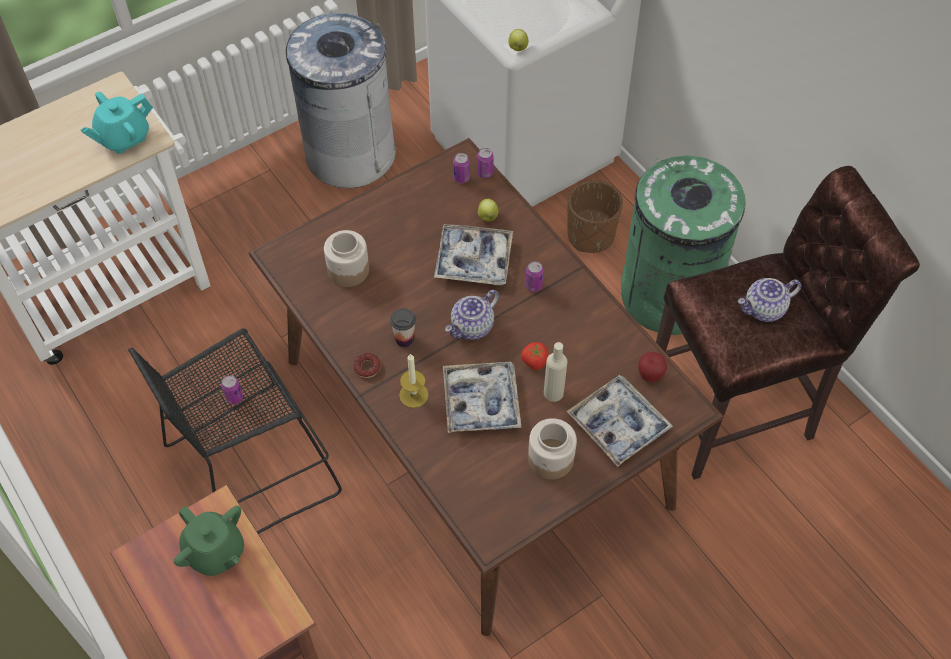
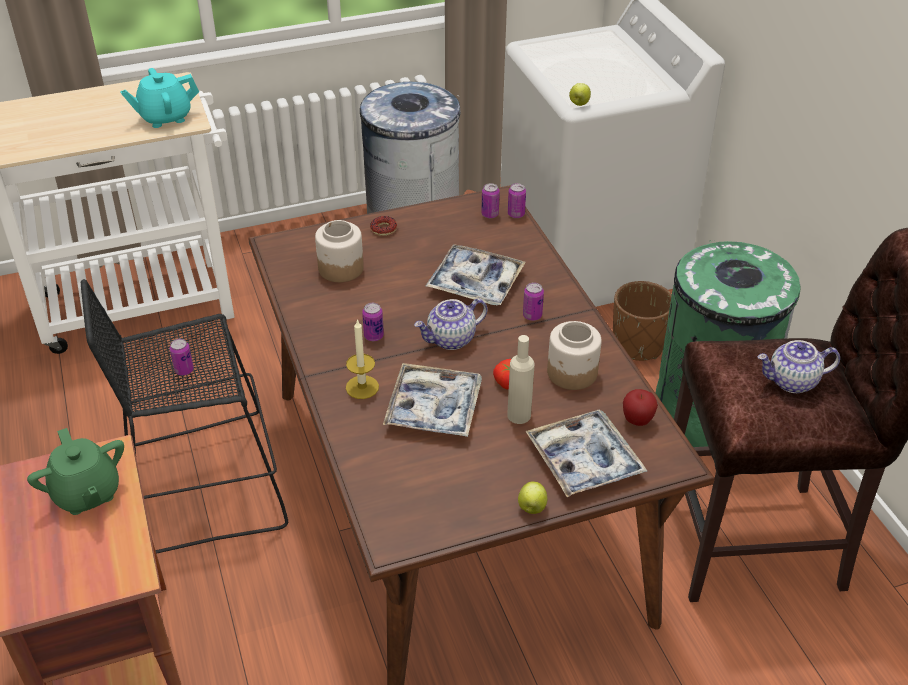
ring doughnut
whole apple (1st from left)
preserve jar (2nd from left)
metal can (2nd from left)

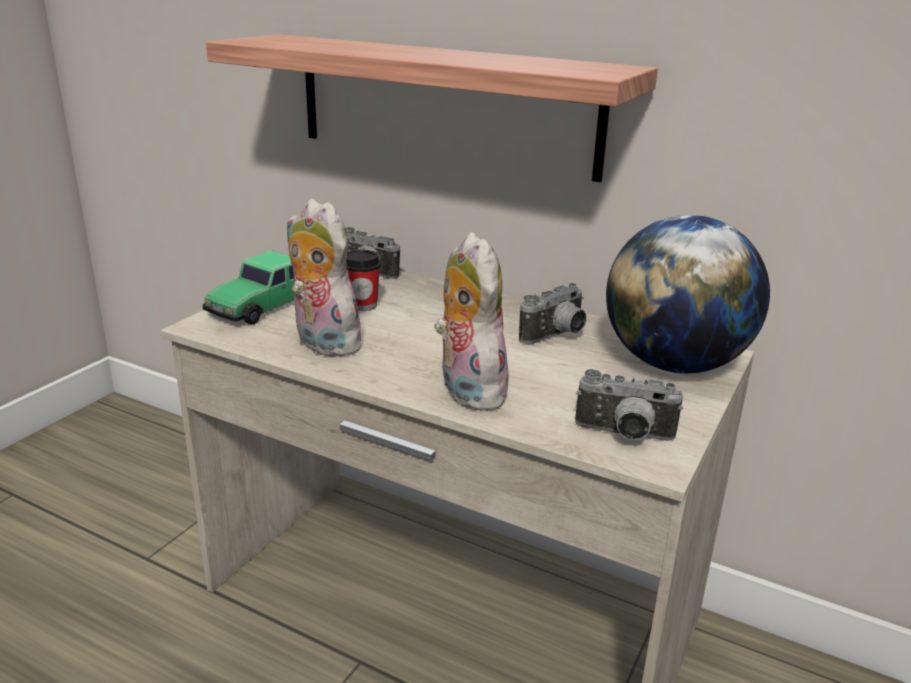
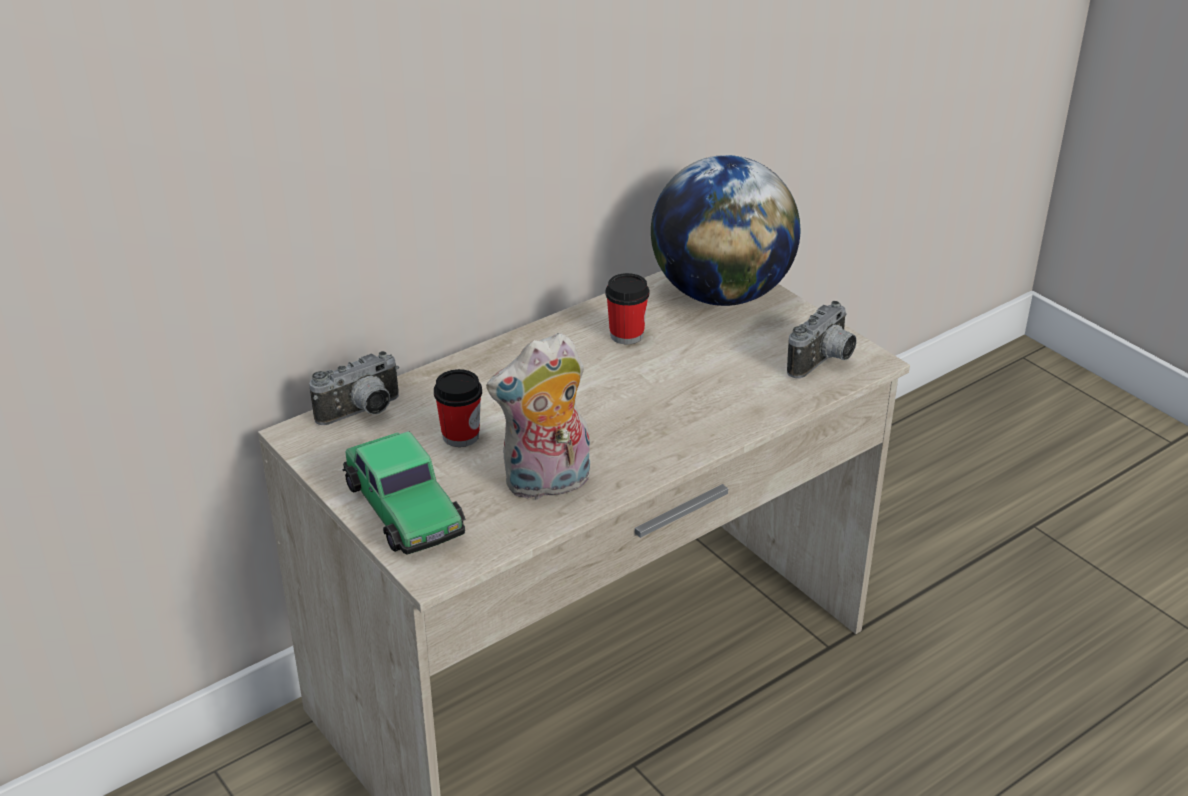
wall shelf
cuddly toy (2nd from left in the first image)
cup (2nd from left)

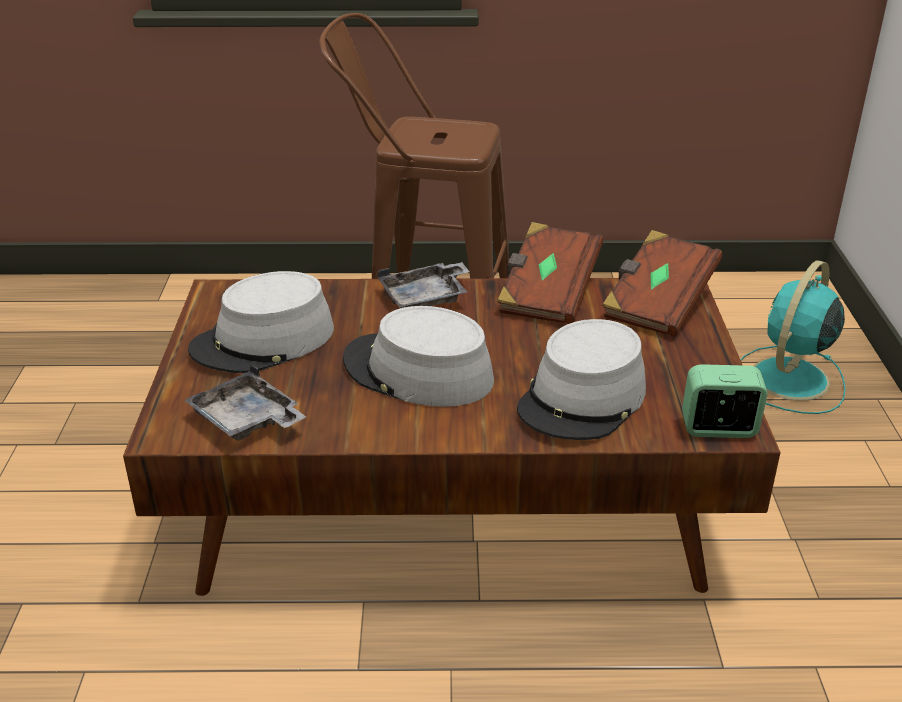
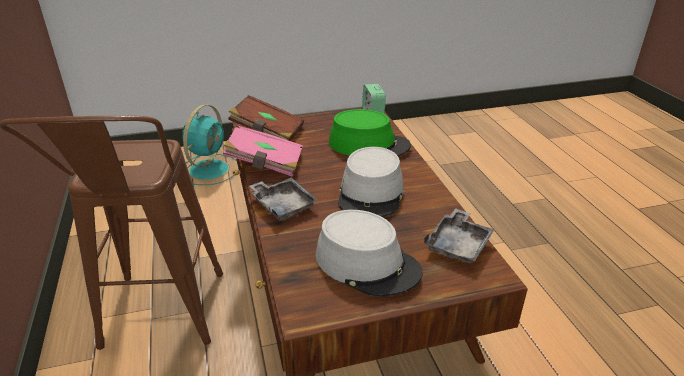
pink-coloured volume
greenish hat
blue-green electric fan

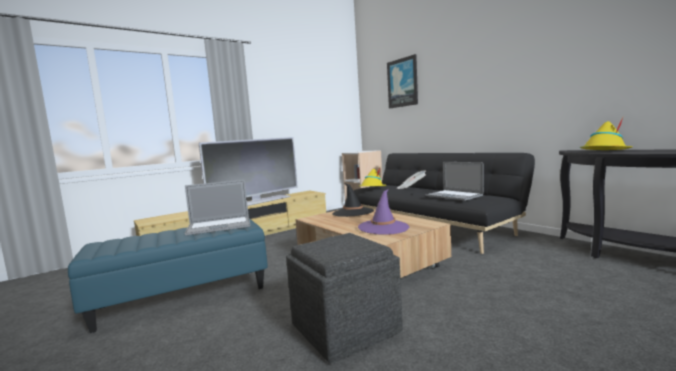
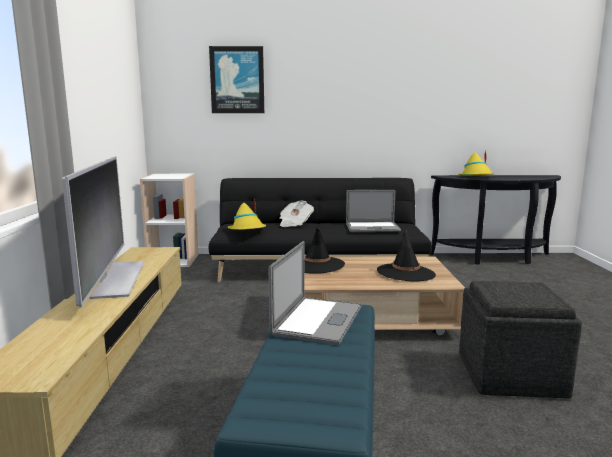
black hat (2nd from left)

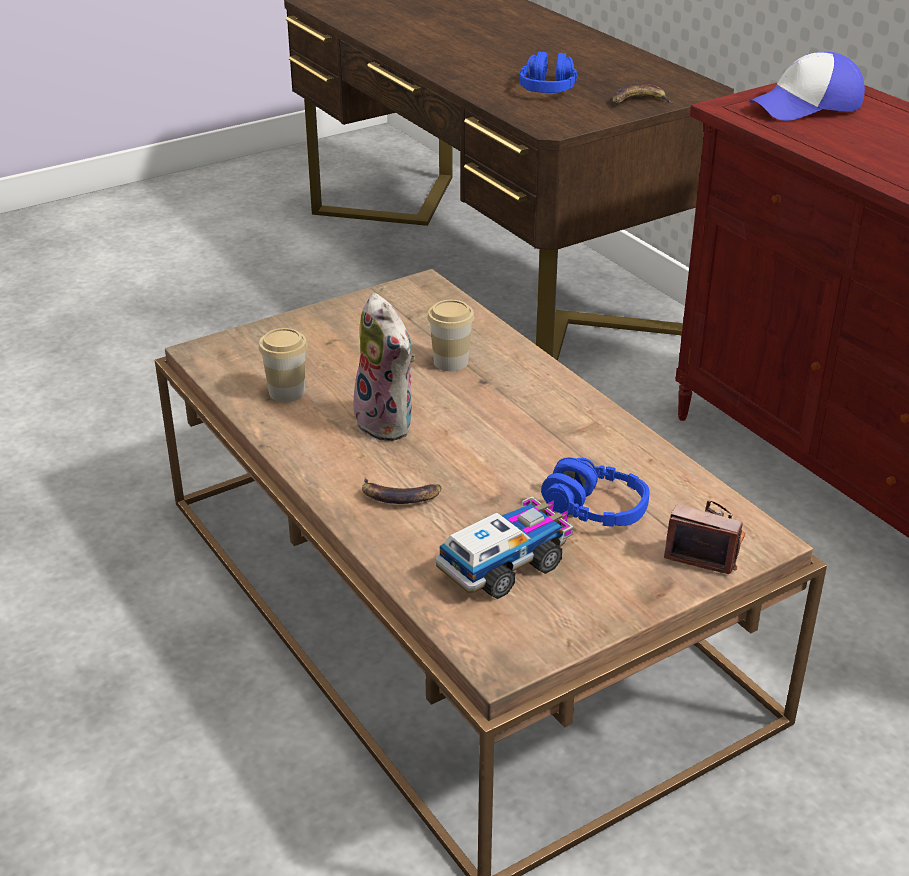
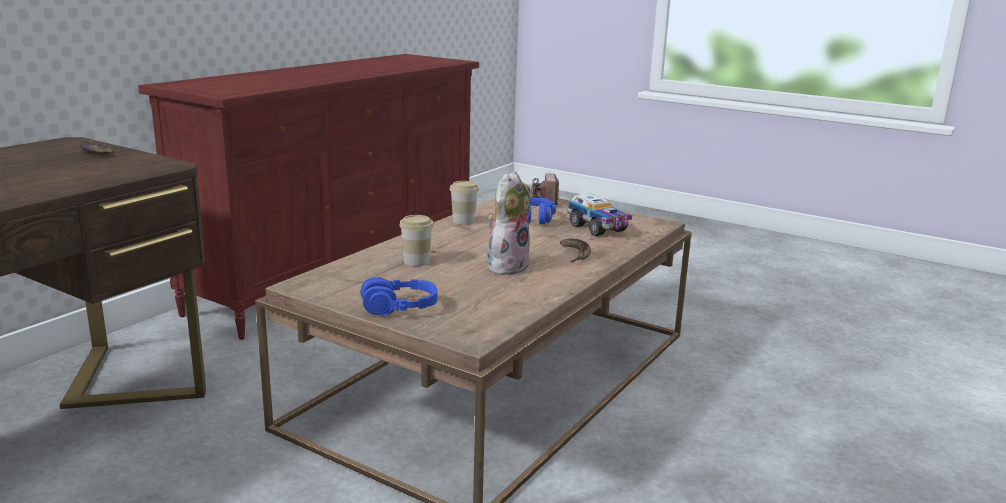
baseball cap
cup (2nd from left)
blue-coloured headset (1st from left)
toy lorry

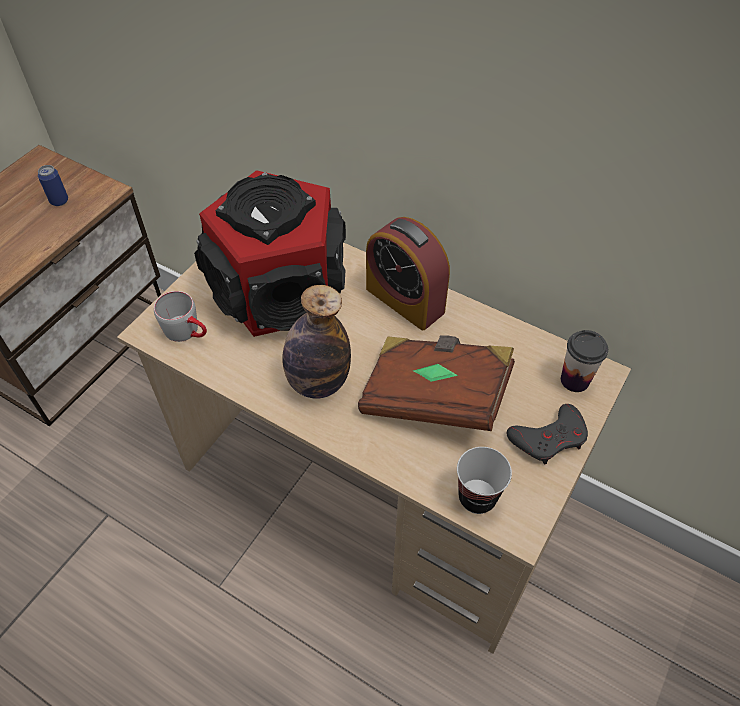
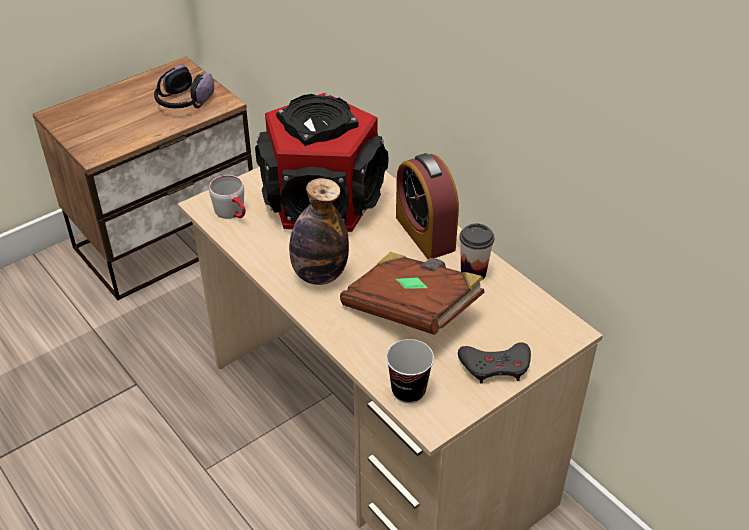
cup (2nd from left)
headset

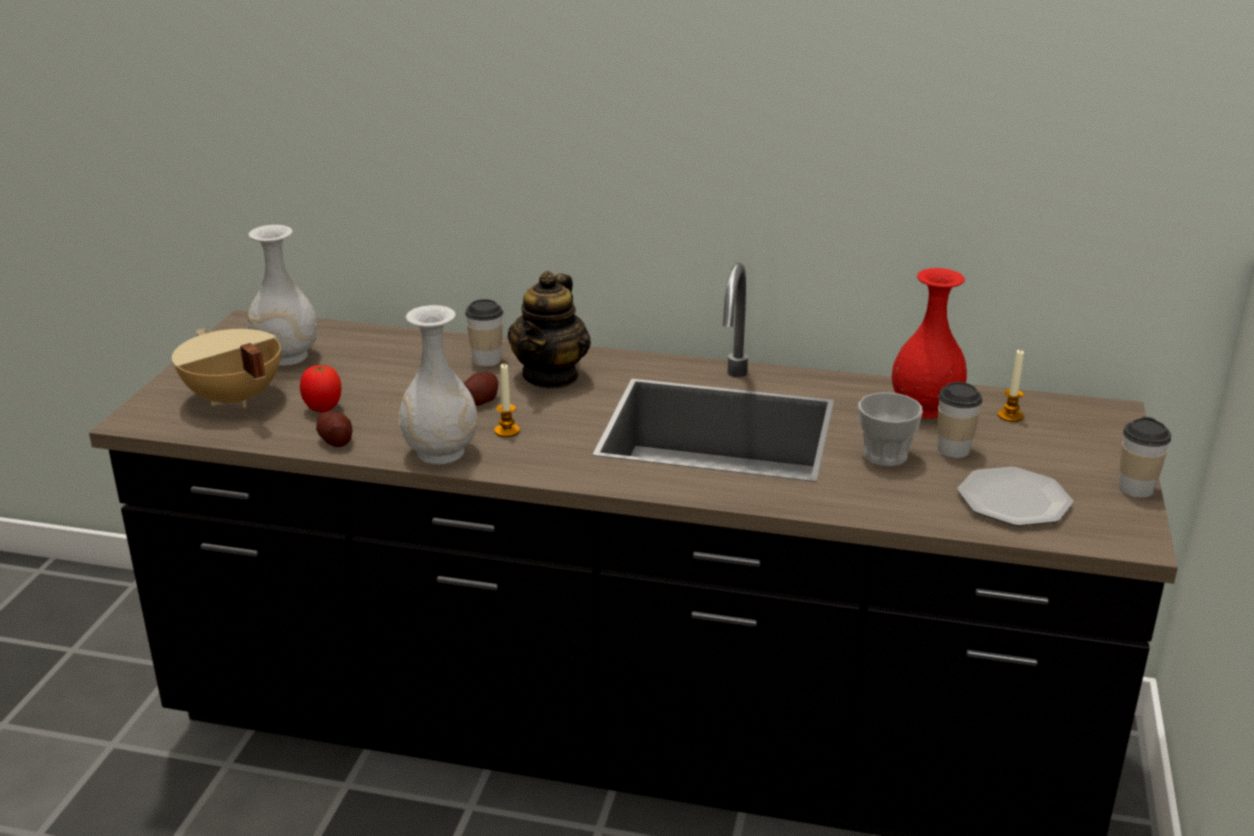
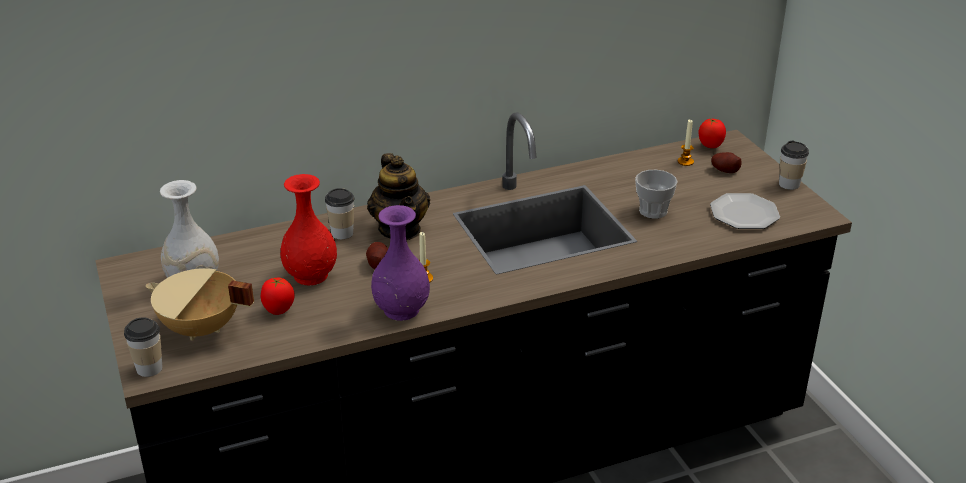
whole tomato (2nd from left)
spud (2nd from left)
red vase
cup (1st from left)
purple vase

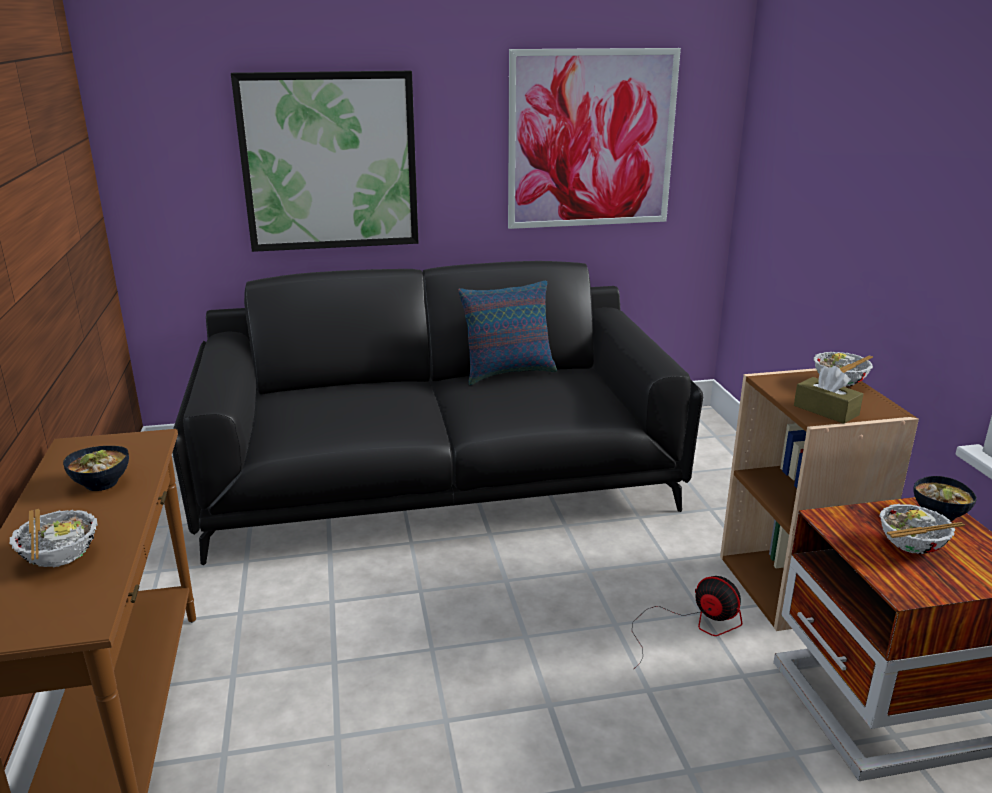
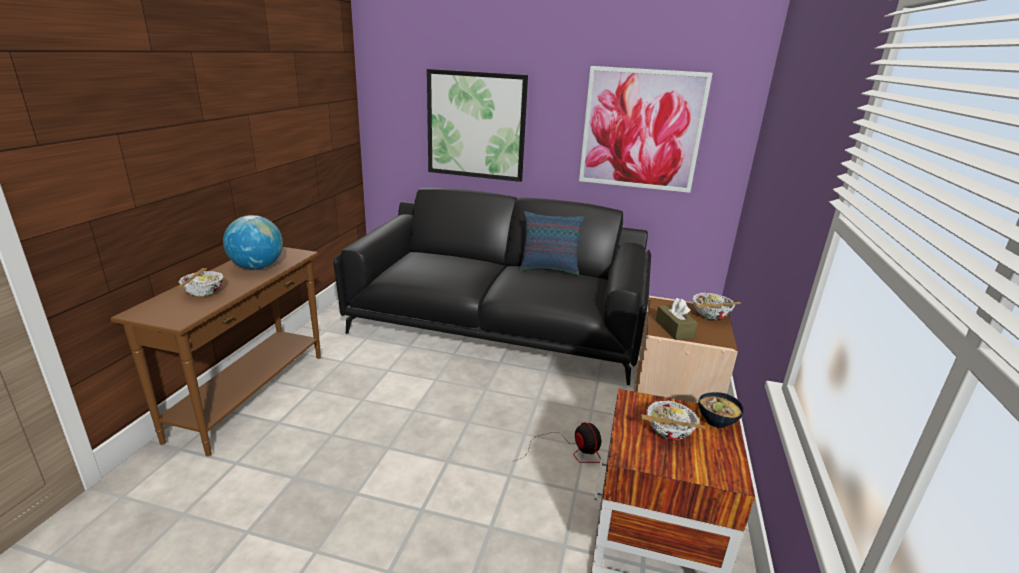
desk globe

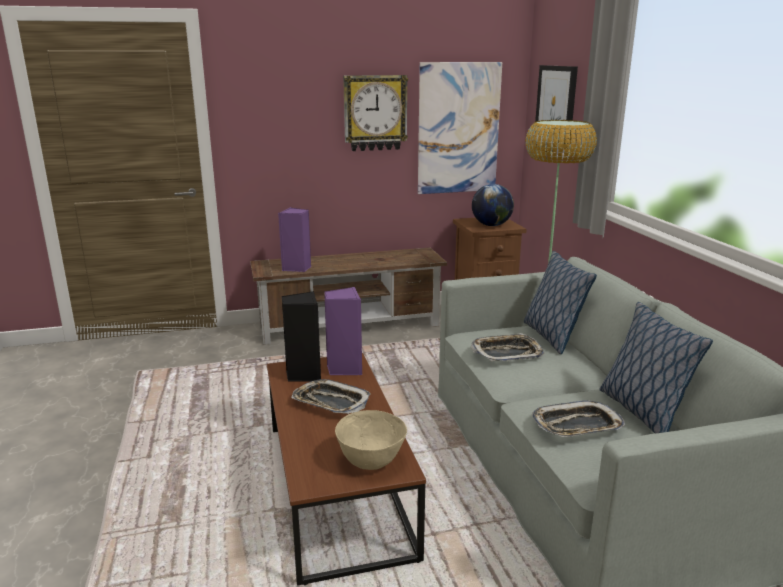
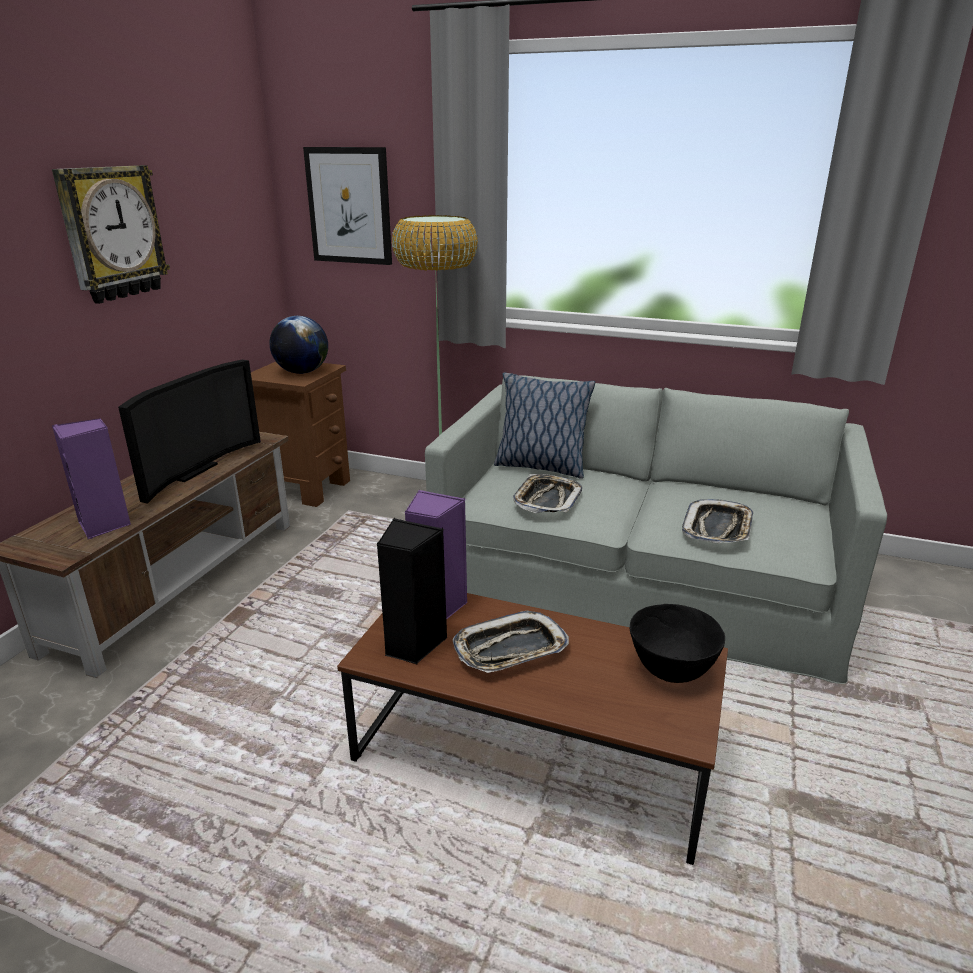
wall picture (1st from left in the first image)
cushion (2nd from left in the first image)
TV set
black bowl

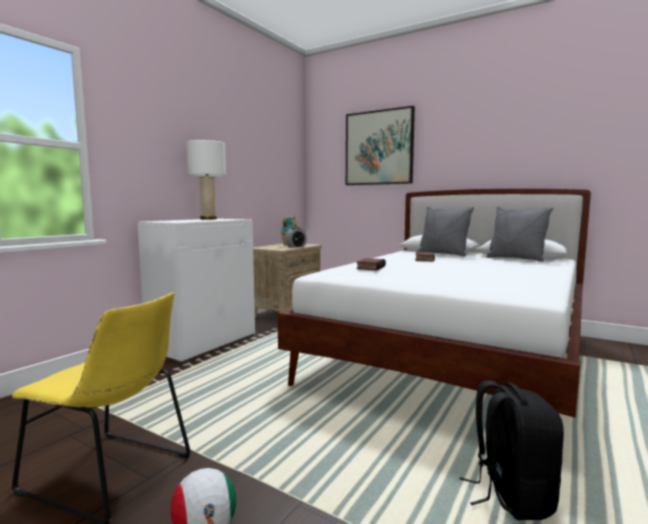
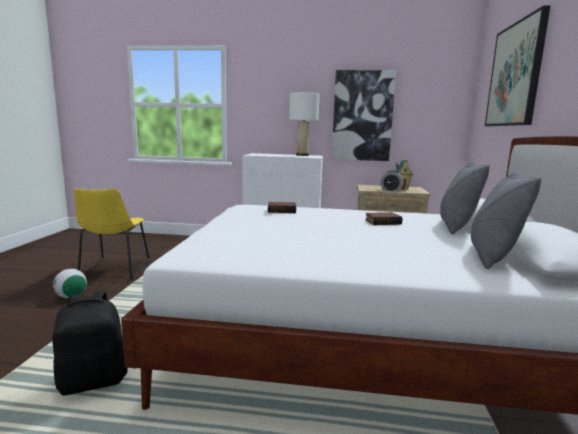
wall picture (1st from left)

